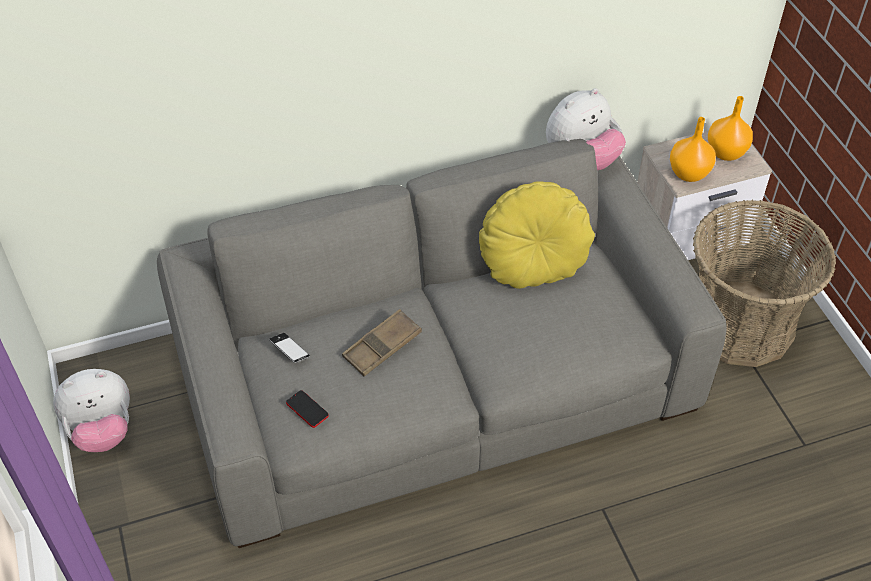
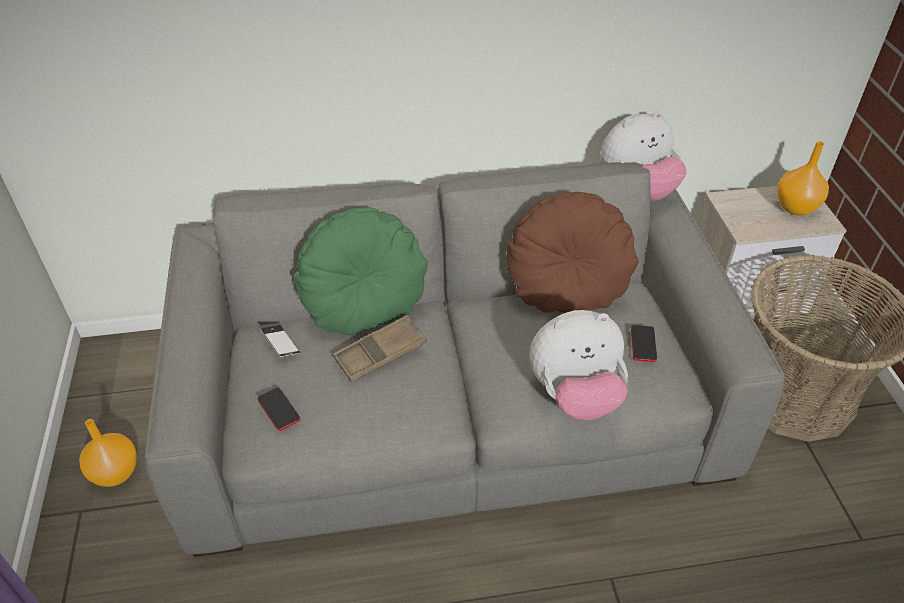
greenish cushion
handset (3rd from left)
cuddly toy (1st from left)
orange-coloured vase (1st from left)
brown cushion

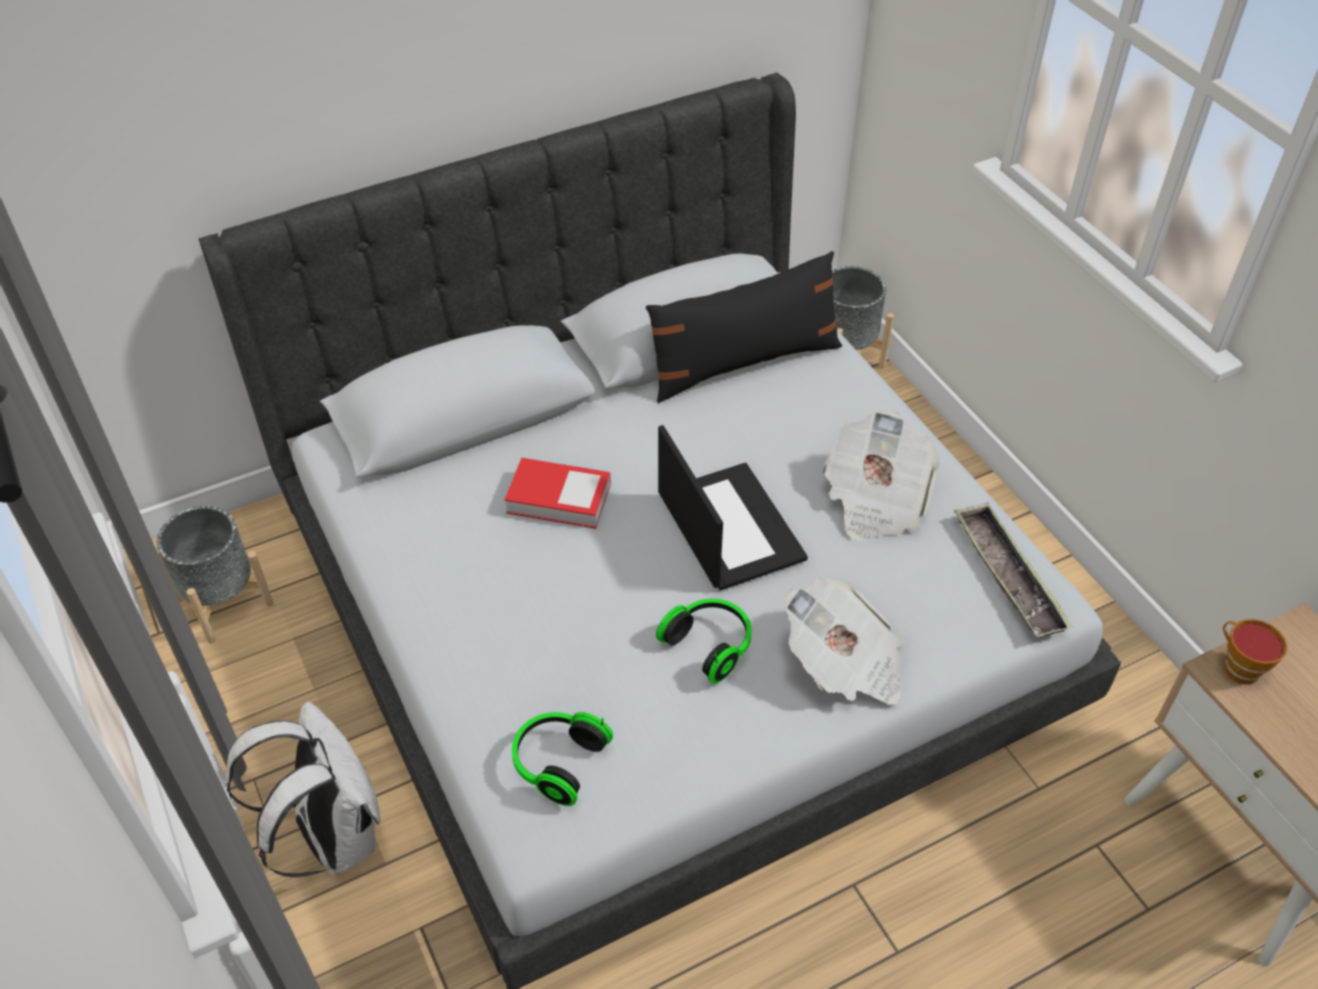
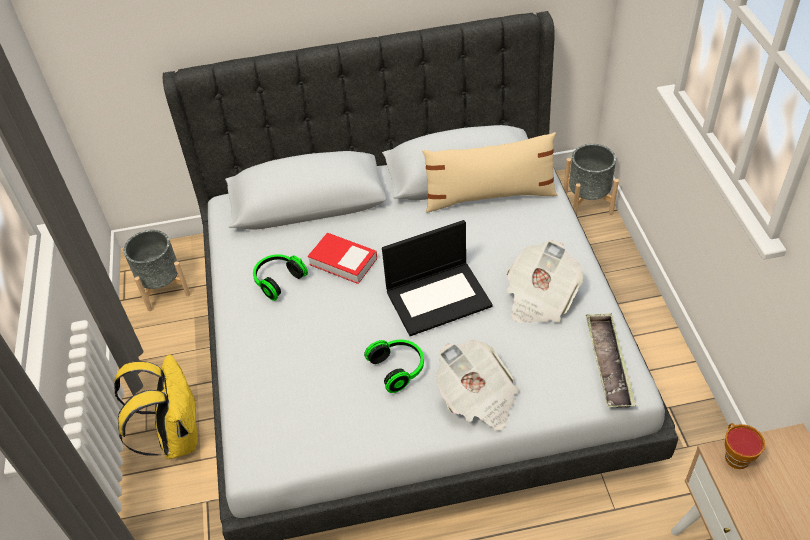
headset (1st from left)
yellow rucksack
beige cushion
notebook computer

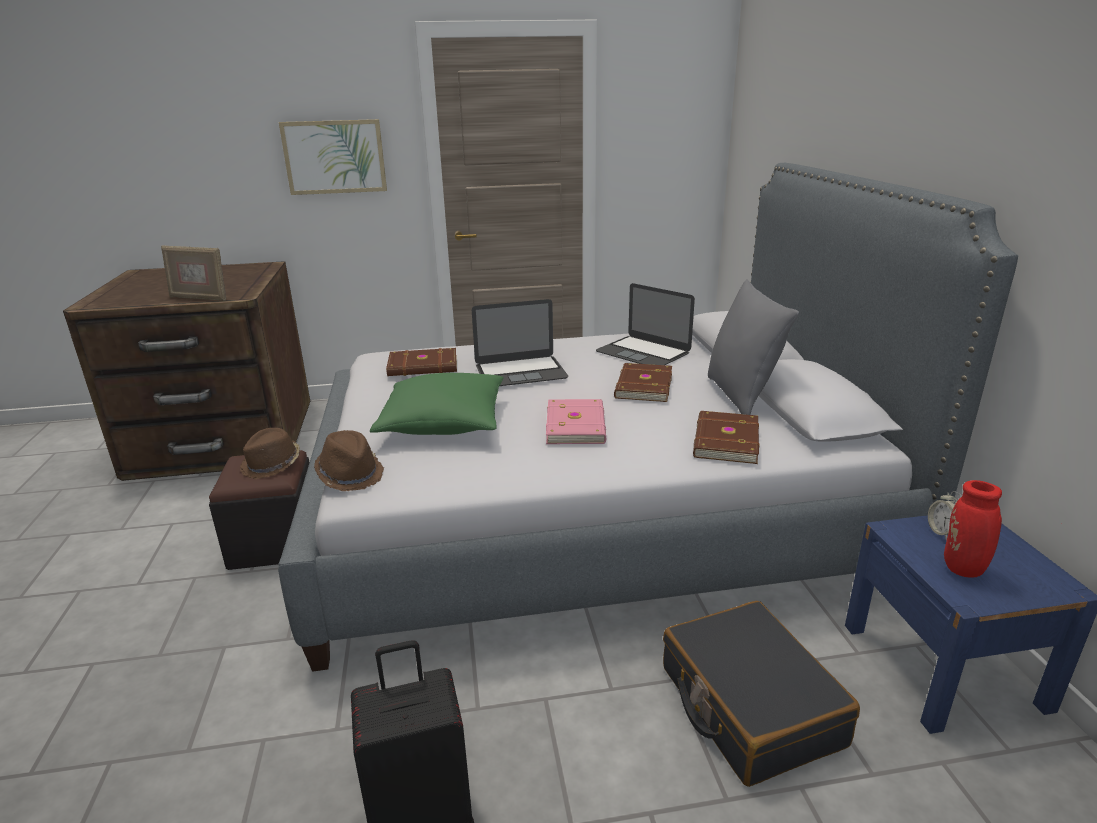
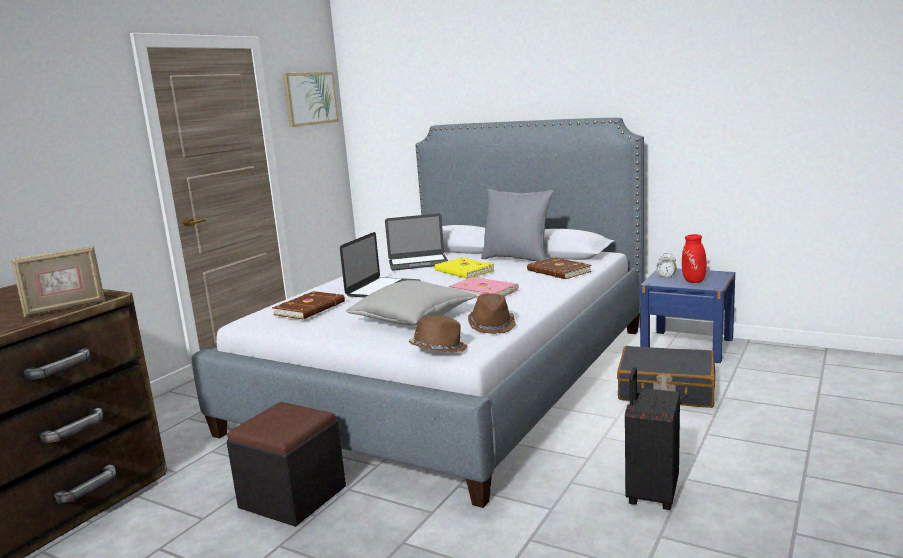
brown hat (2nd from left)
wall picture
grey cushion (1st from left)
yellow volume

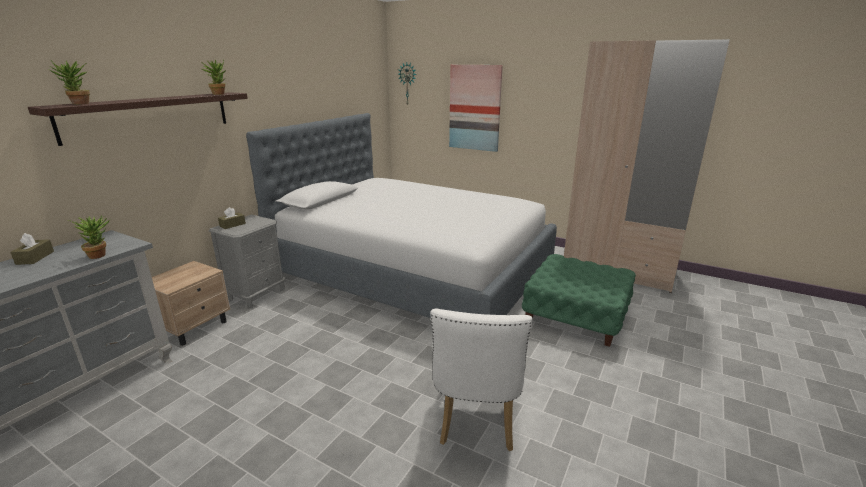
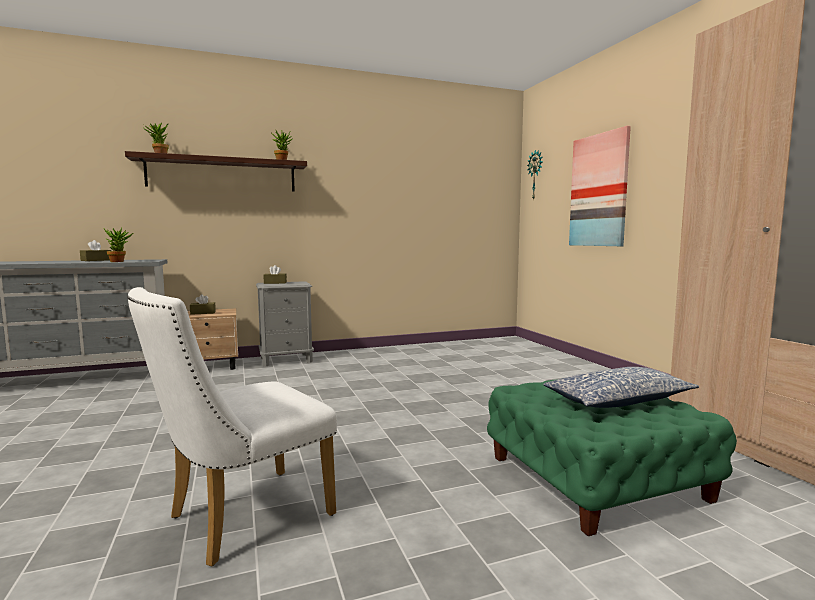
bed
brown tissue box (2nd from left)
cushion

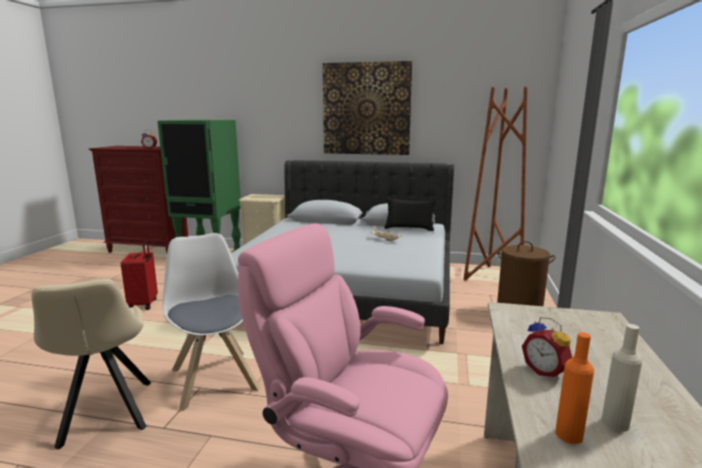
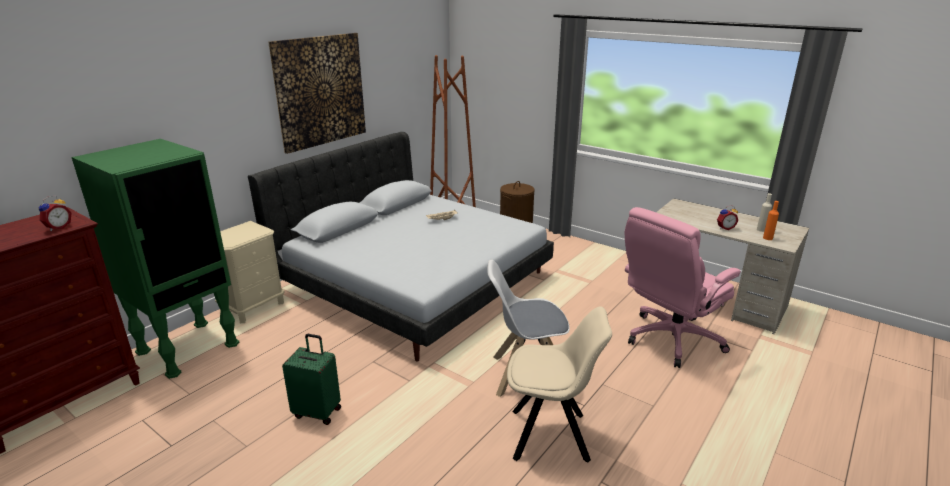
black cushion
greenish suitcase

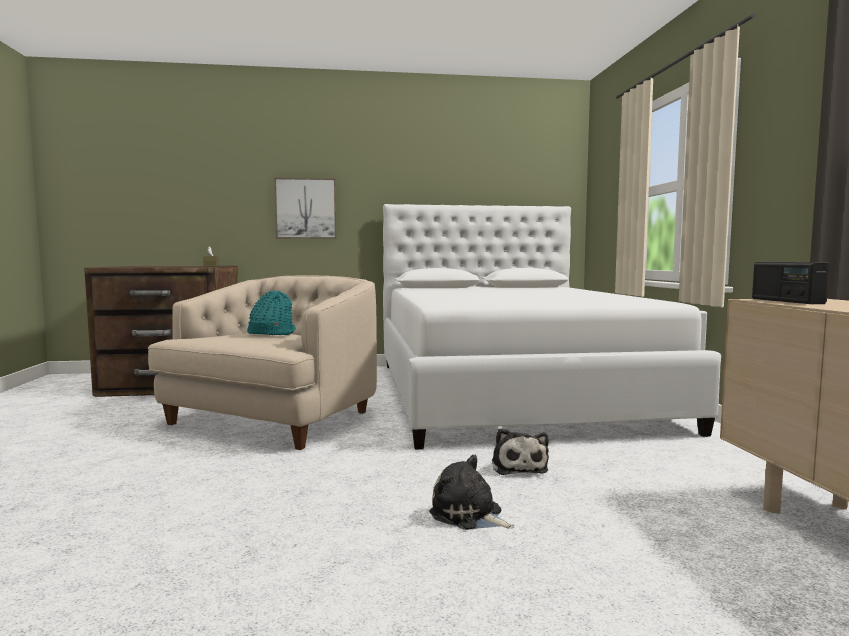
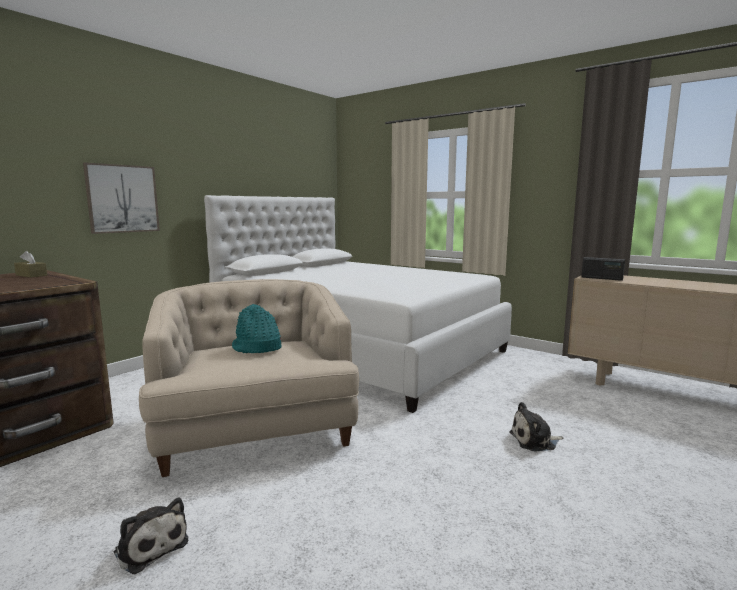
cuddly toy (1st from left)

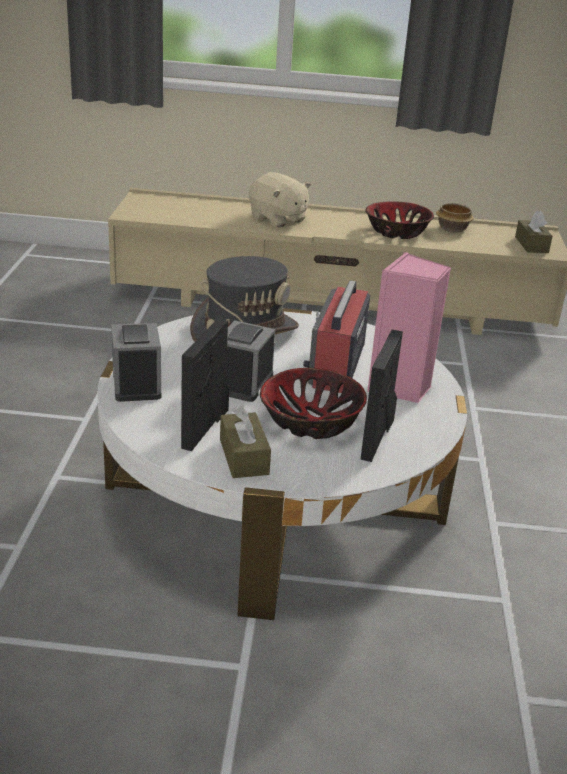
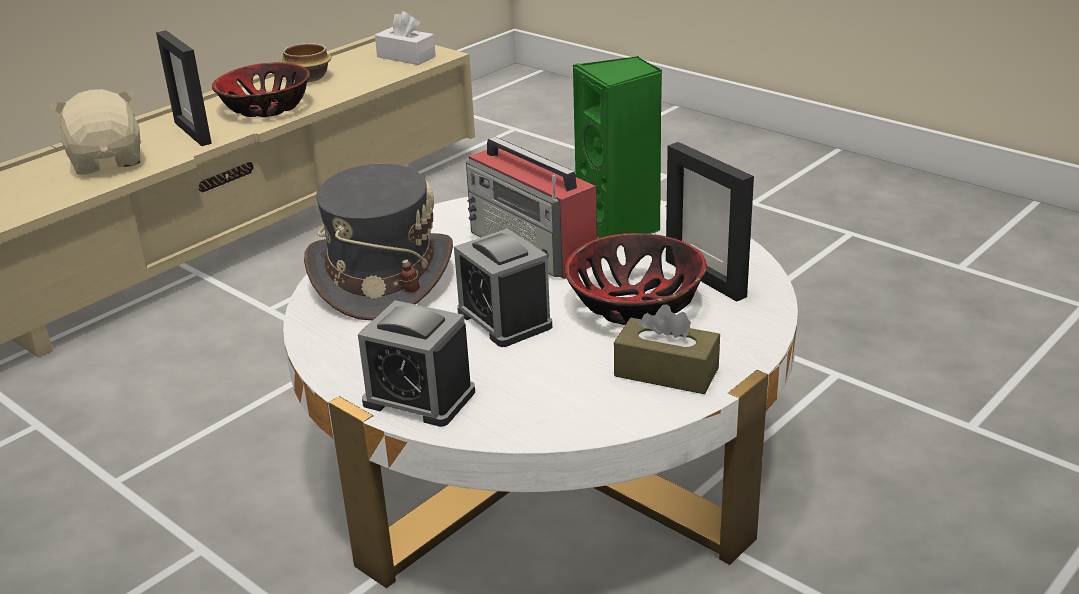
photo frame (1st from left)
greenish loudspeaker
white-coloured tissue box
beige cuddly toy

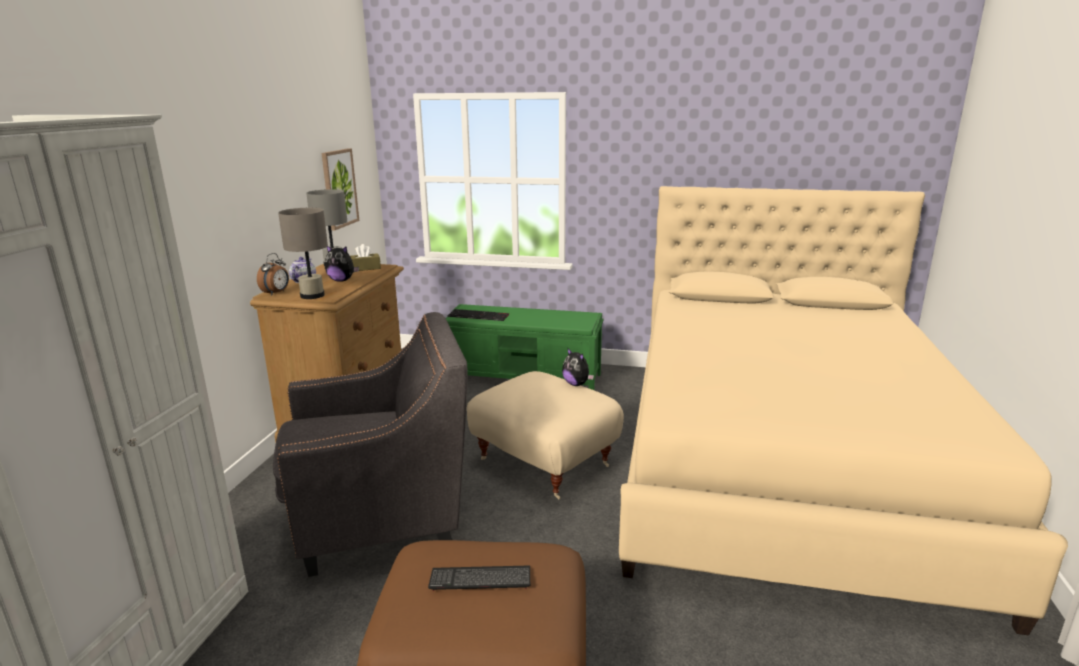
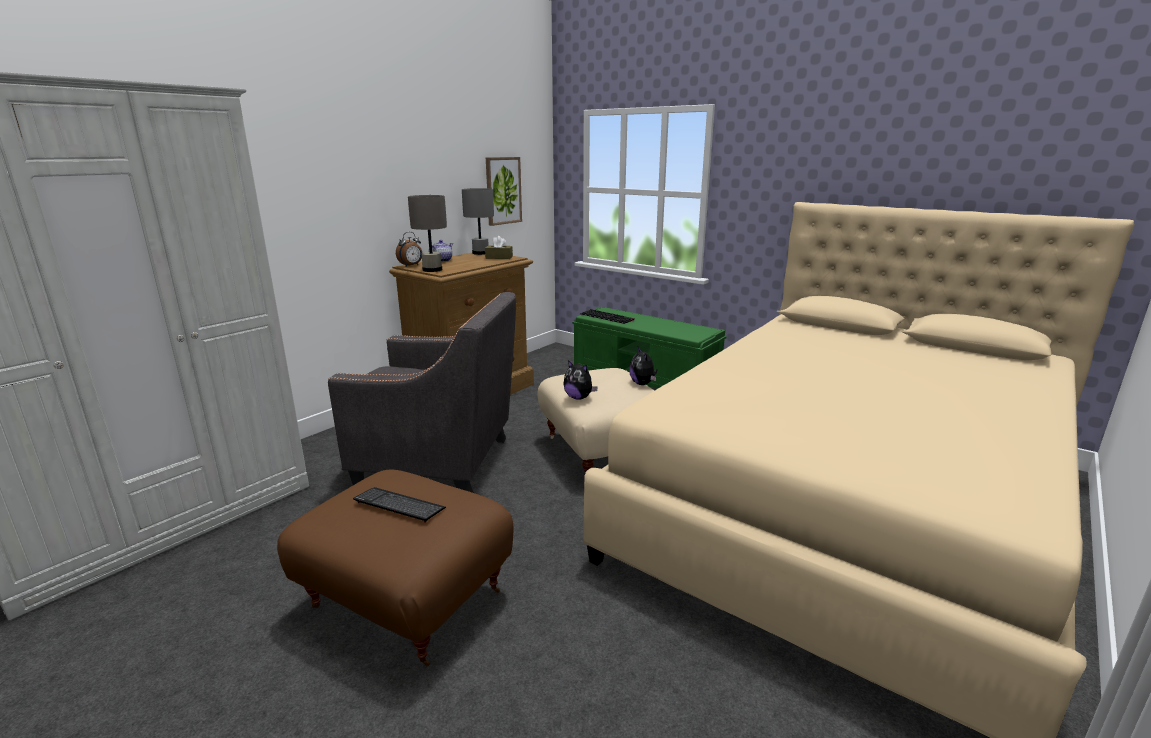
cuddly toy (1st from left)

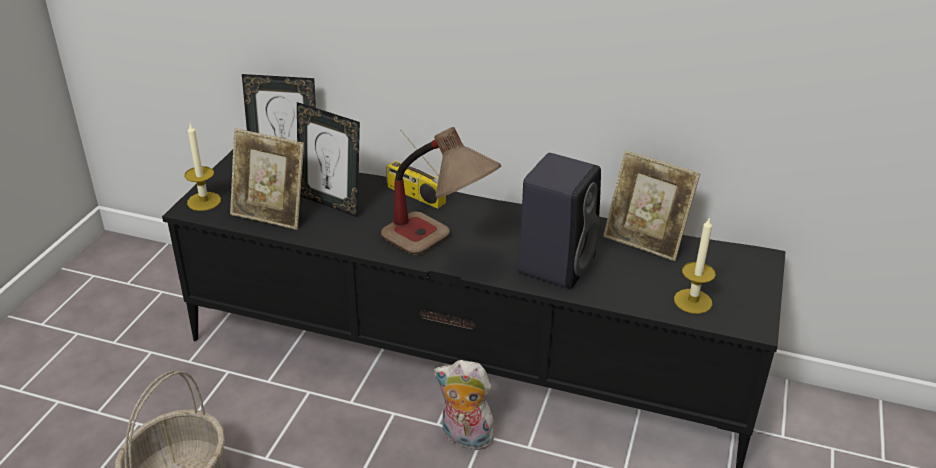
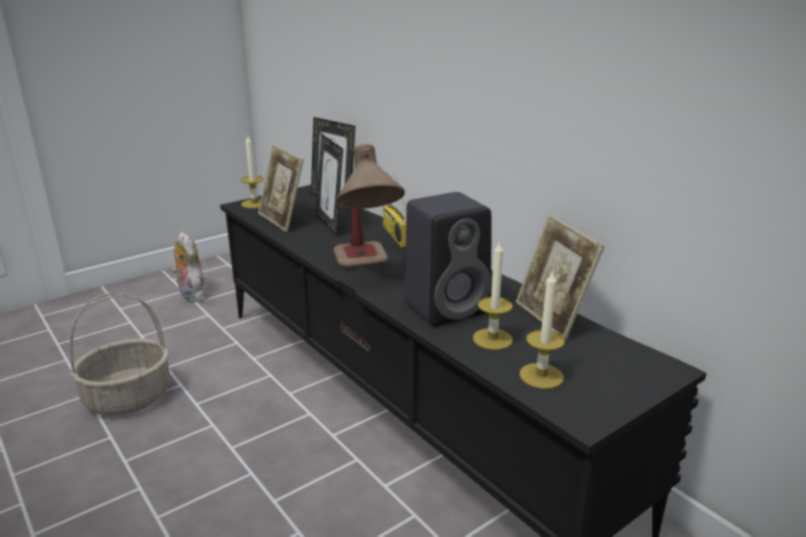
candle (2nd from left)
cuddly toy

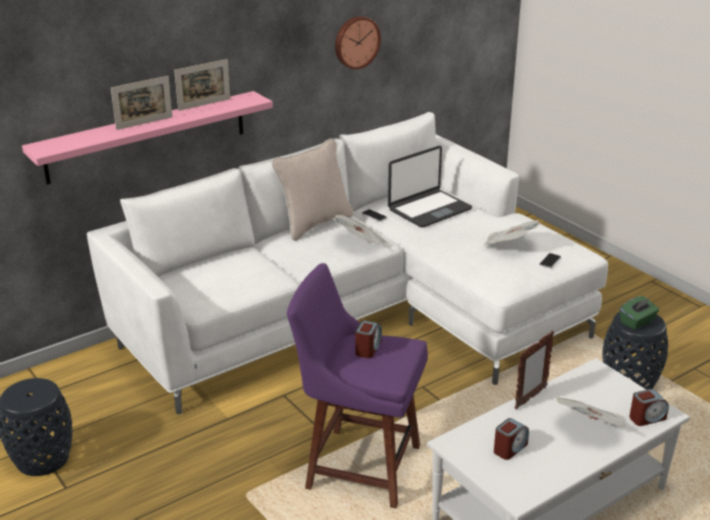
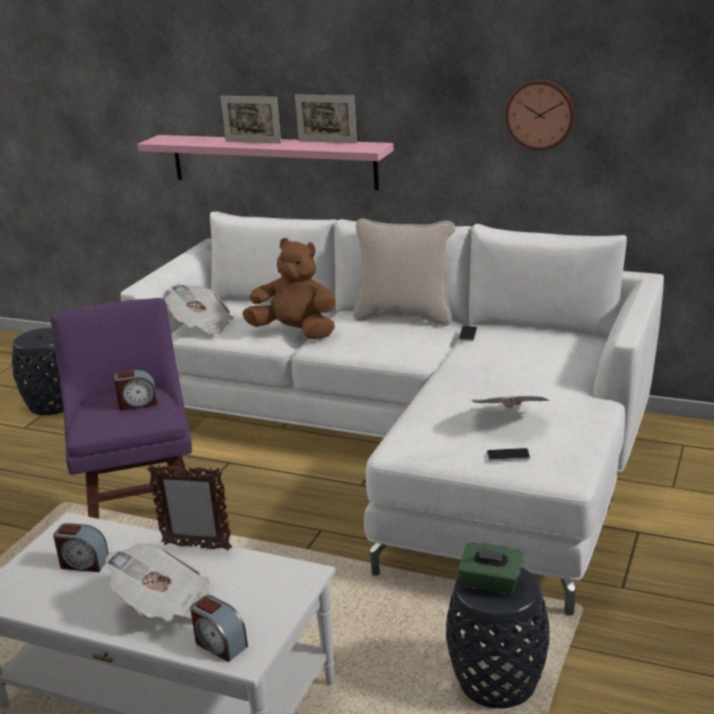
notebook computer
brown cuddly toy
newspaper (2nd from left)

